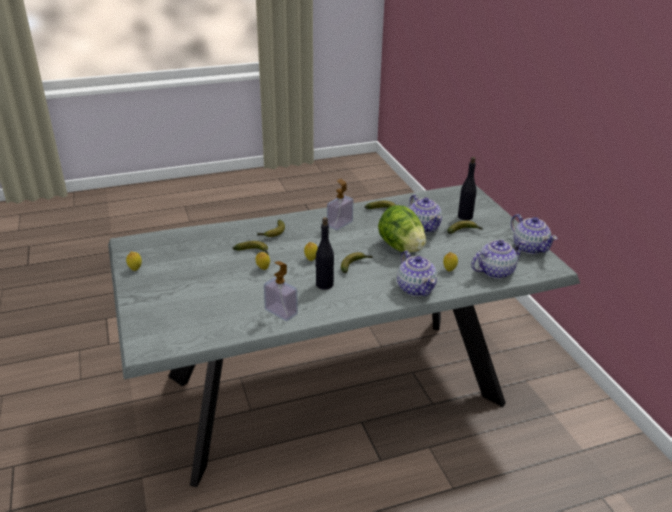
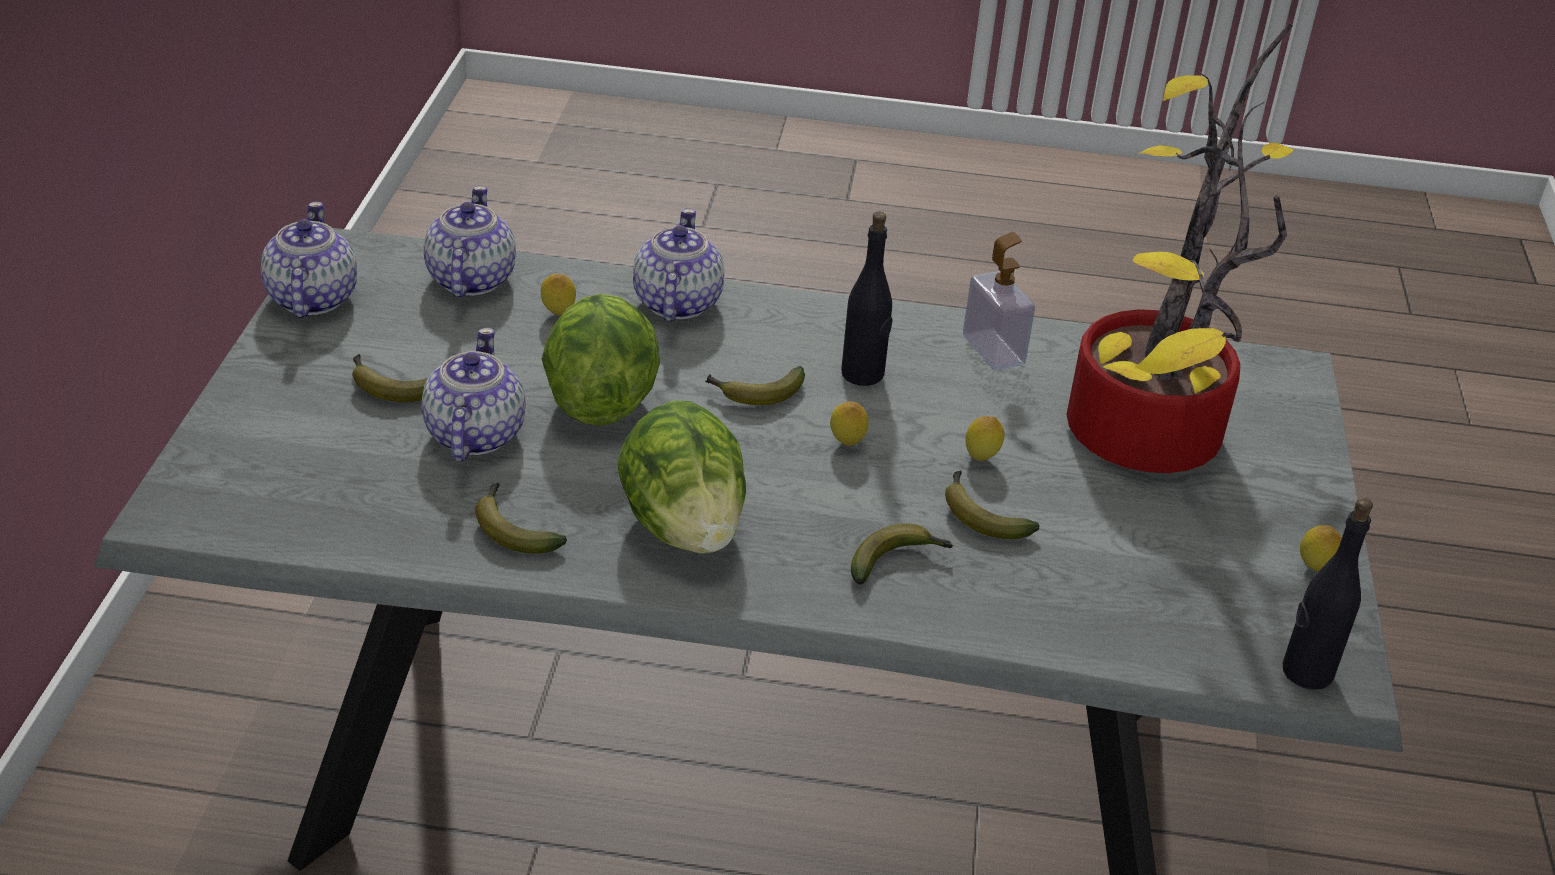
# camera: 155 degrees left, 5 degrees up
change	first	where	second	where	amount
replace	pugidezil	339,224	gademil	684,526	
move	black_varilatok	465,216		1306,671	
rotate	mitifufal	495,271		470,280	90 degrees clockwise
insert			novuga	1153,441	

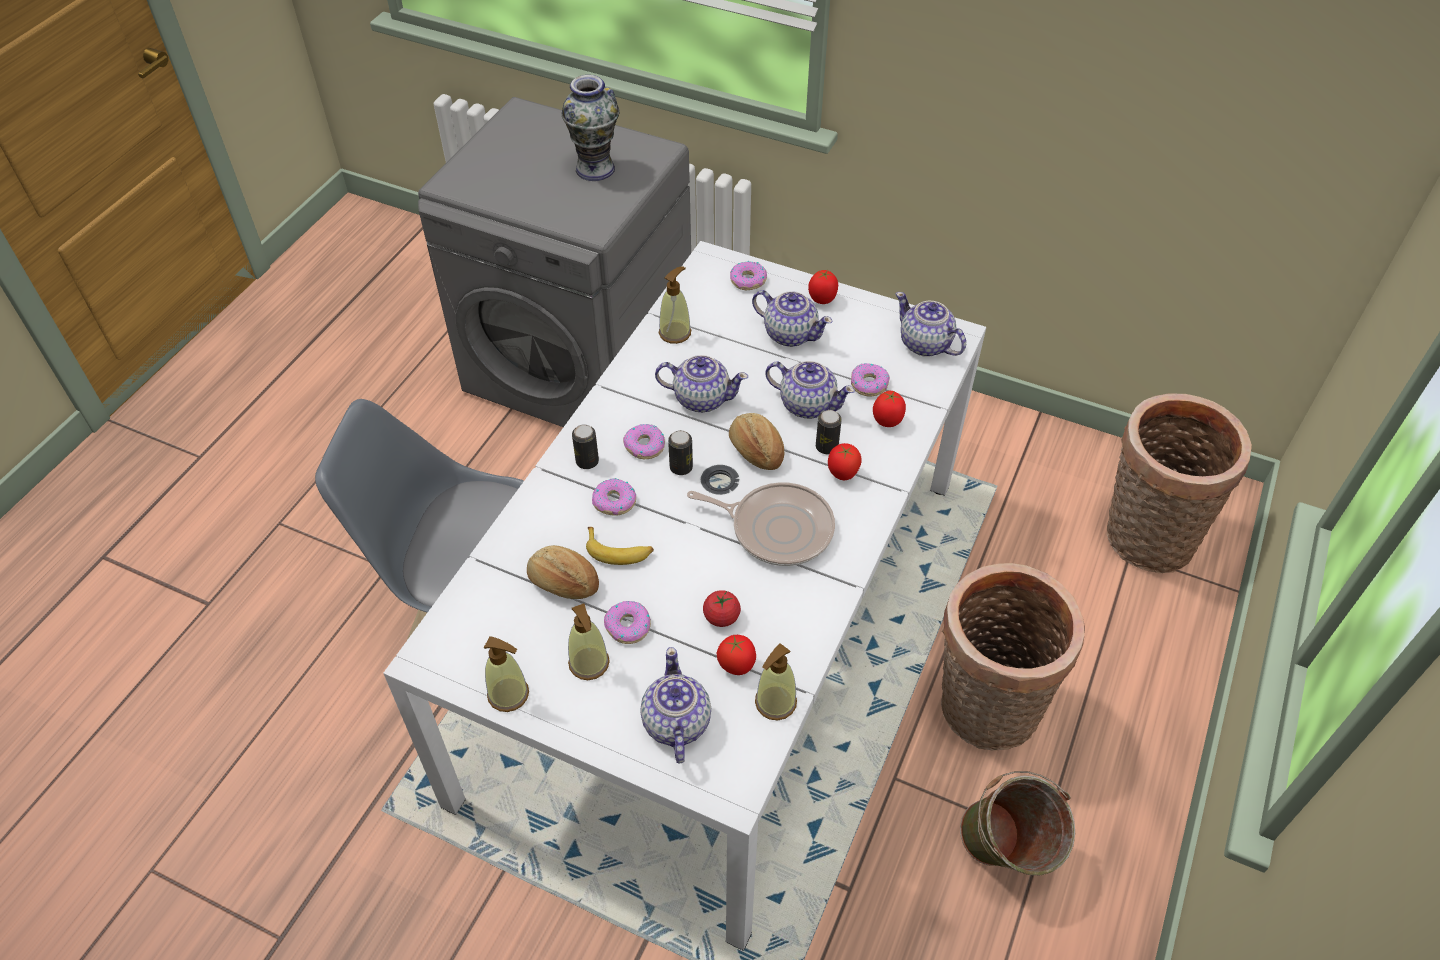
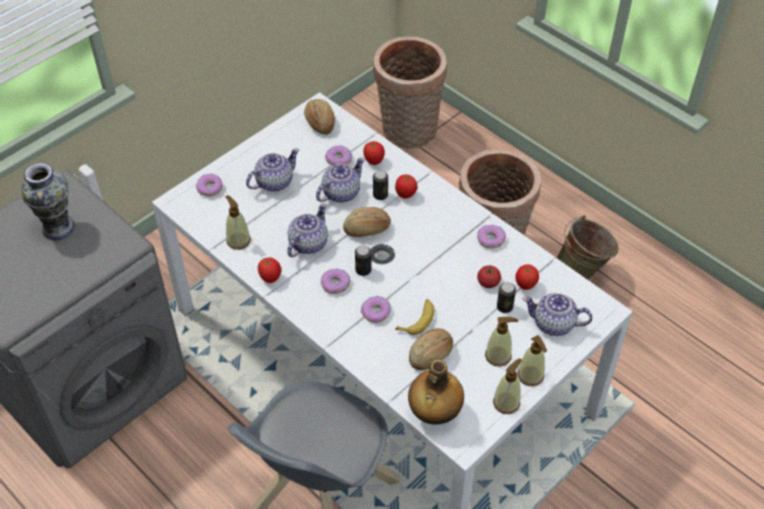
# camera: 70 degrees left, 0 degrees up
change	first	where	second	where	amount
move	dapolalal	587,461		504,307	
move	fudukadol	628,626		491,239	
delete	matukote	777,528			
move	pugidezil	775,702		530,375	
move	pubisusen	822,300		270,278	
replace	mitifufal	925,344	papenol	319,123	
insert			varilatok	434,413	

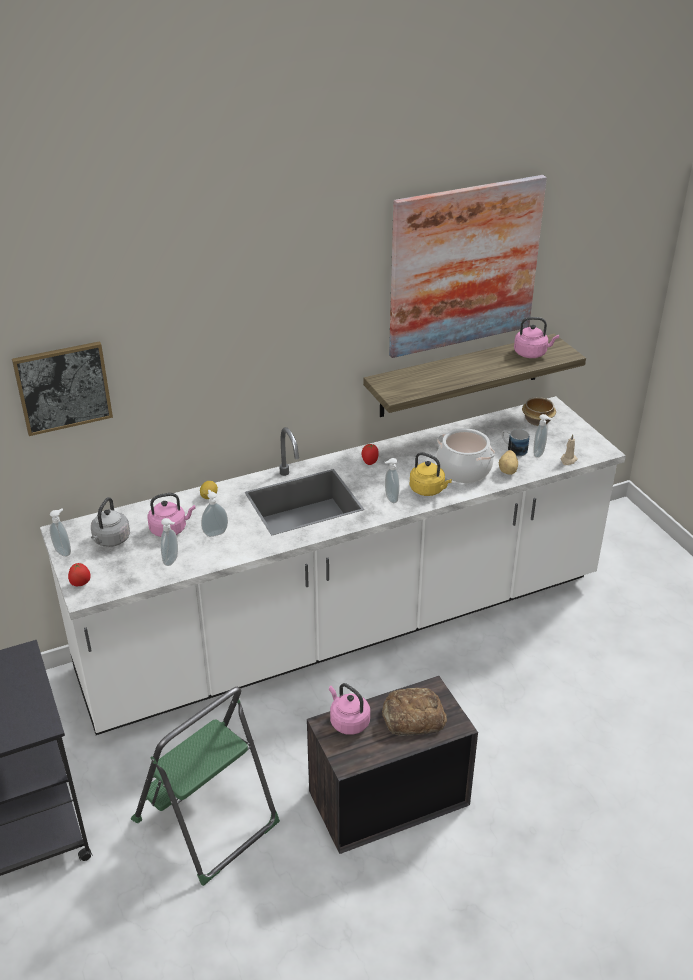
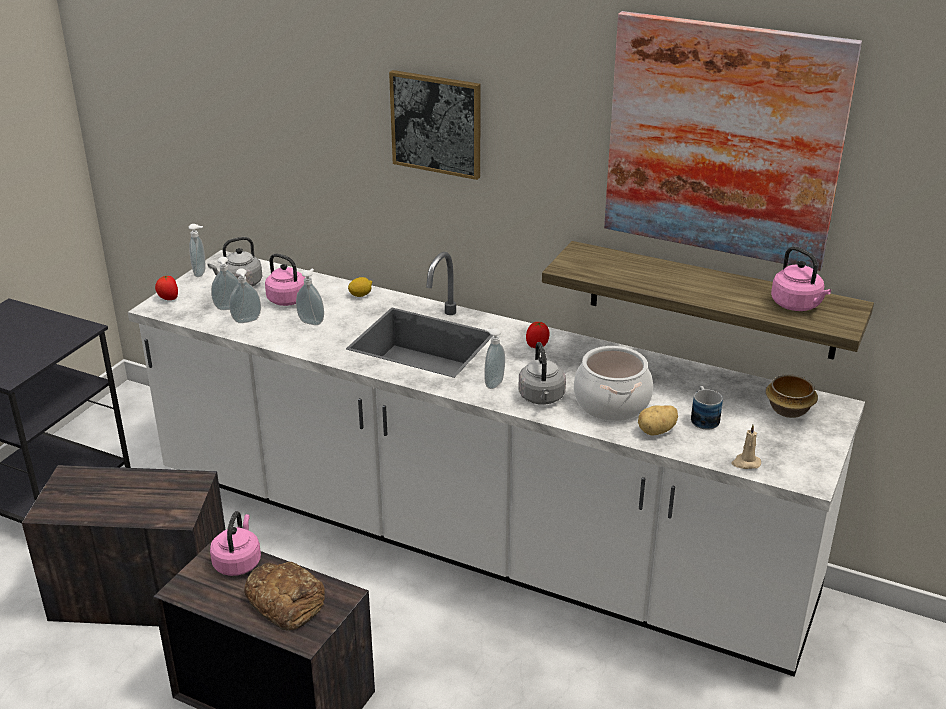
# camera: 50 degrees right, 5 degrees down
change	first	where	second	where	amount
move	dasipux	63,387		436,124	
replace	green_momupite	208,824	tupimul	138,593	
recolor	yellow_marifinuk	428,490	grey_marifinuk	542,398	
move	pugidezil	539,454		229,309	

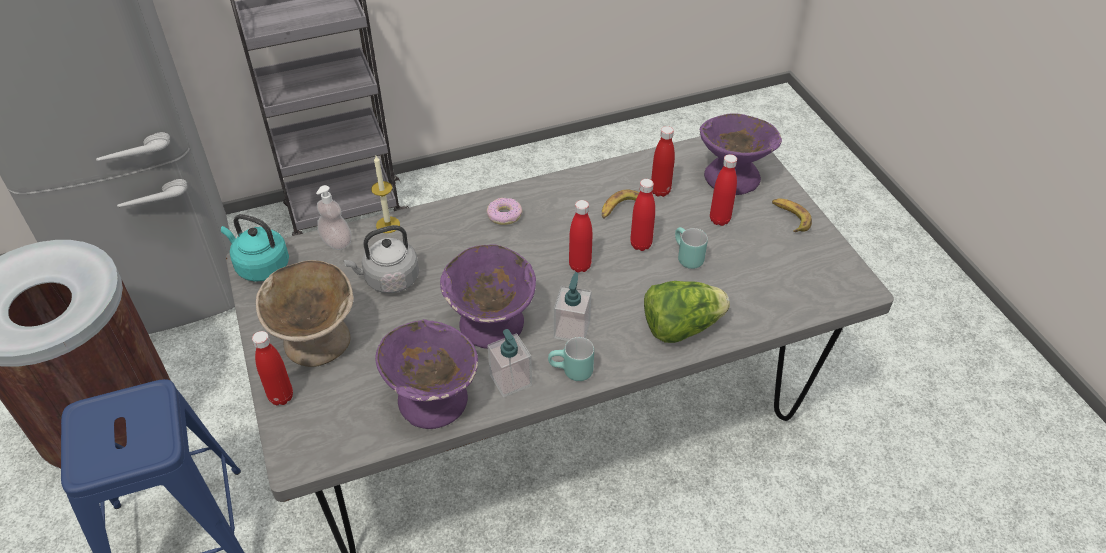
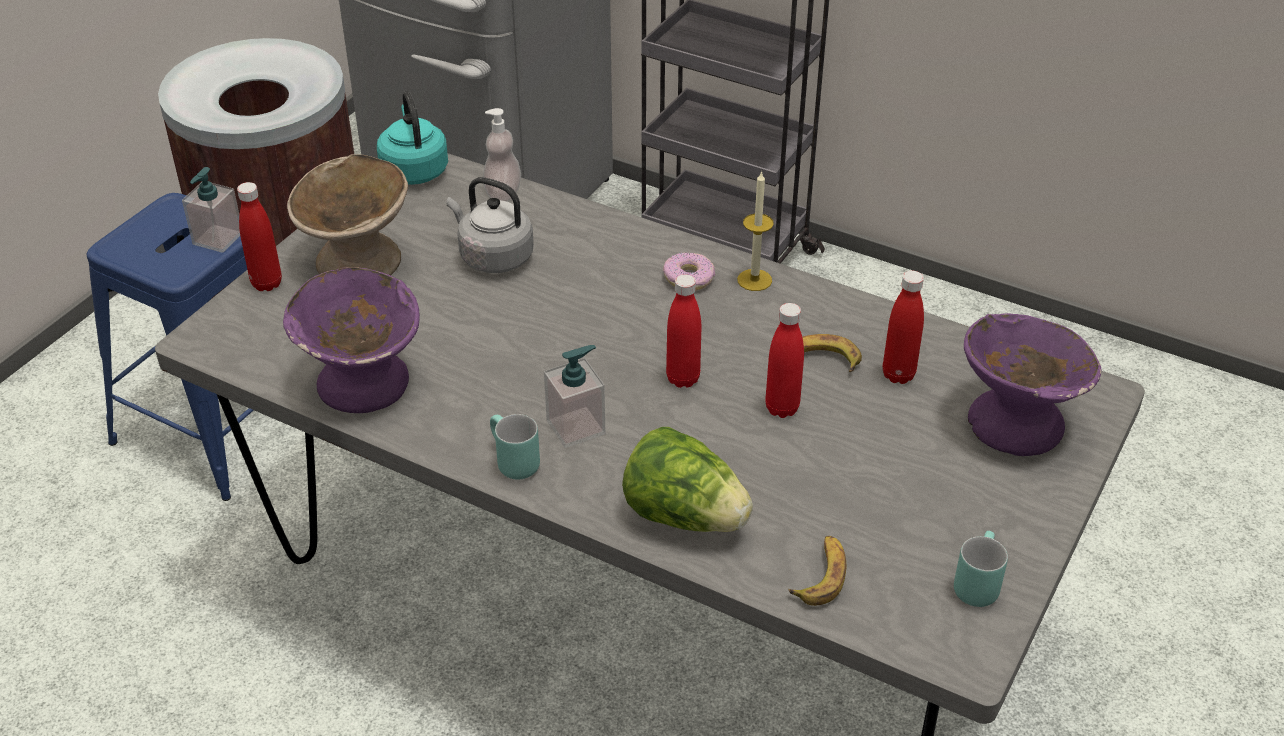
# camera: 50 degrees right, 5 degrees down
change	first	where	second	where	amount
move	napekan	388,225		754,280	
delete	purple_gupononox	491,324			
move	pugidezil	511,380		217,239	
move	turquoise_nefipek	685,257		974,583	
delete	red_varilatok	719,220			
move	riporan	790,218		821,575	

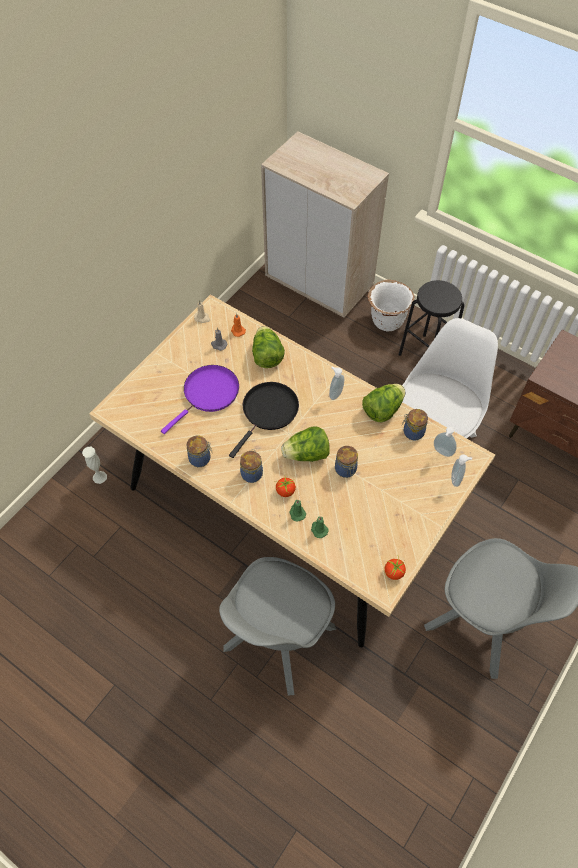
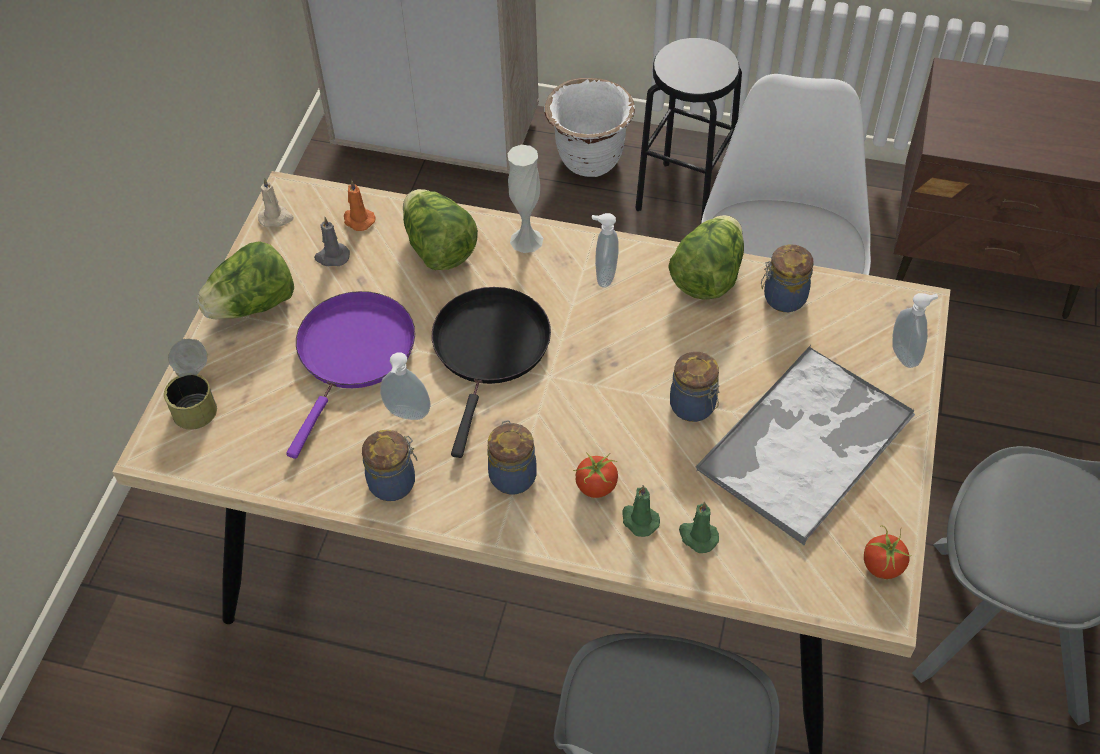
# camera: 20 degrees left, 5 degrees down
change	first	where	second	where	amount
move	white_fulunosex	99,477		526,240	
move	gademil	306,454		253,305	
move	pugidezil	442,452		407,415	
insert			dapolalal	196,399	
insert			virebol	807,442	

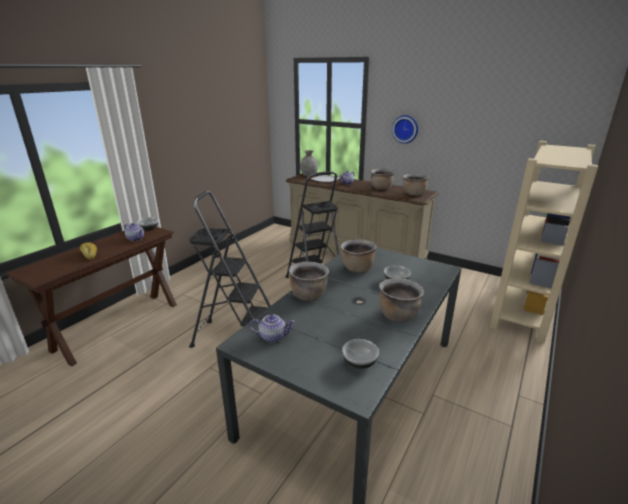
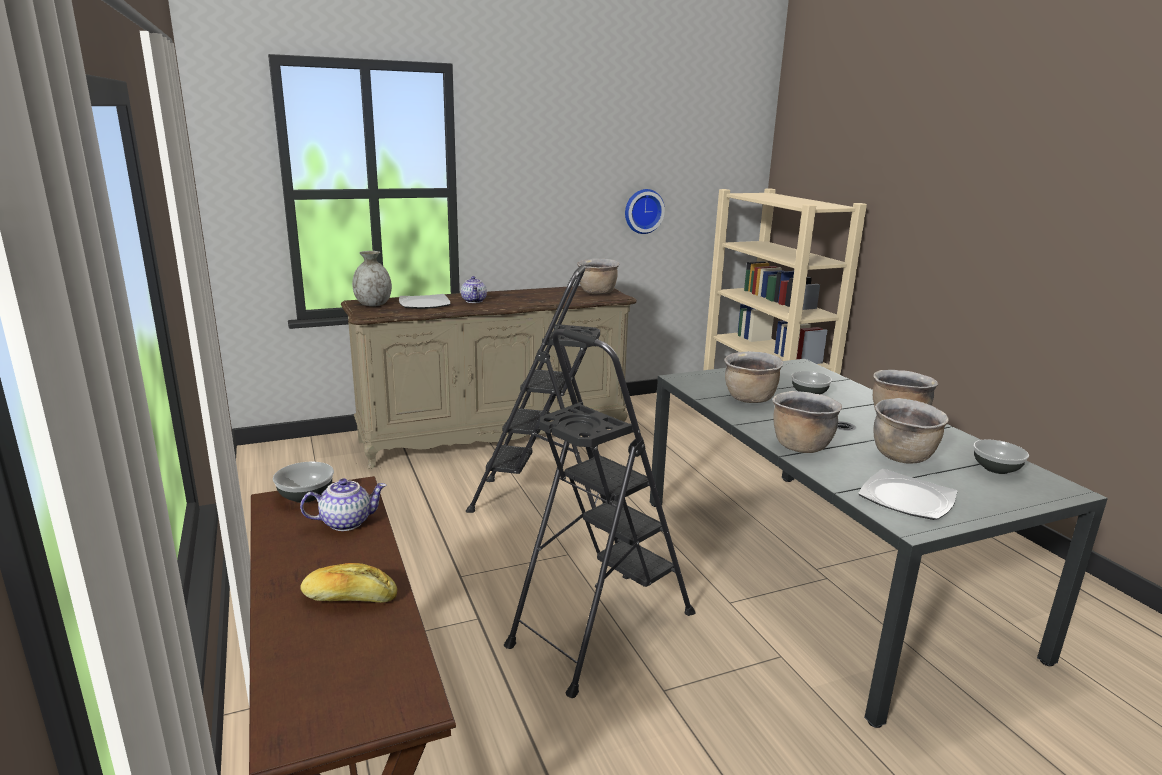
# camera: 55 degrees left, 5 degrees down
change	first	where	second	where	amount
replace	mitifufal	273,336	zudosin	905,498	
move	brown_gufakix	381,188		903,457	
move	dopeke	405,129		643,211	

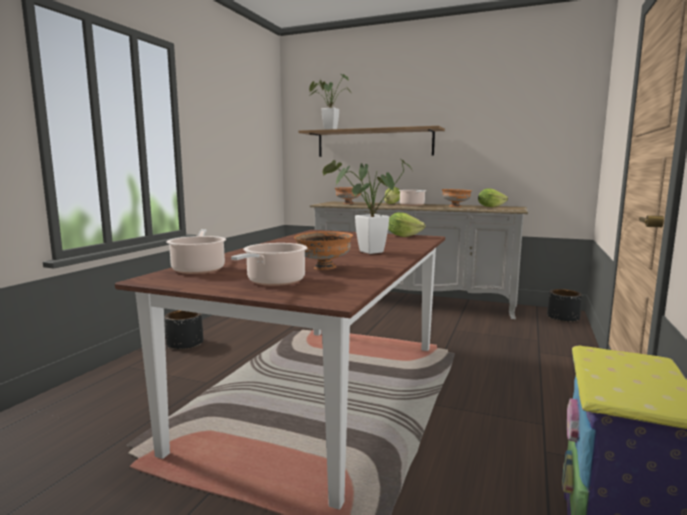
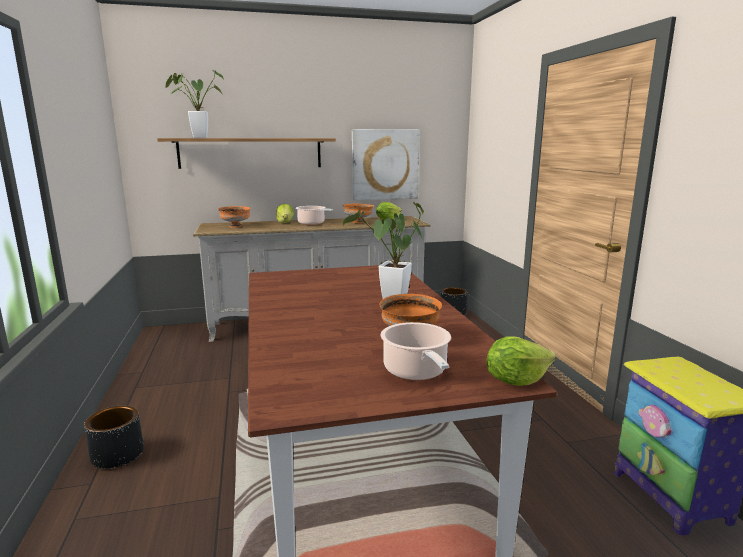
# camera: 35 degrees left, 5 degrees up
change	first	where	second	where	amount
delete	gufakix	199,269			
move	gademil	403,236		516,380	
insert			dasipux	385,164	

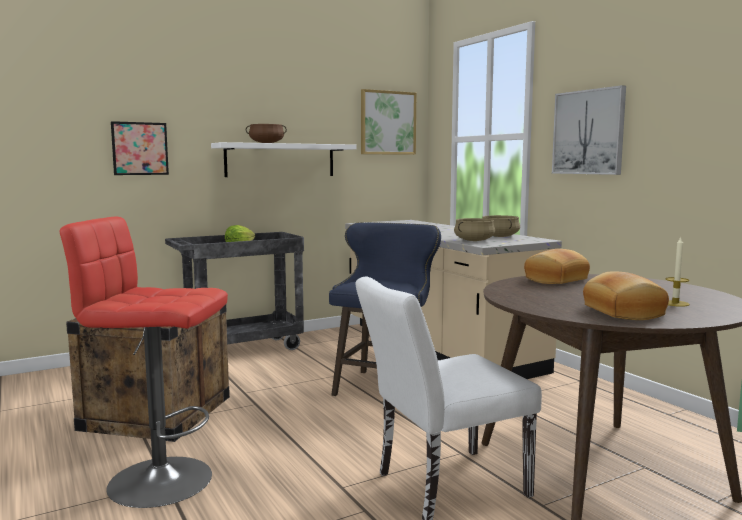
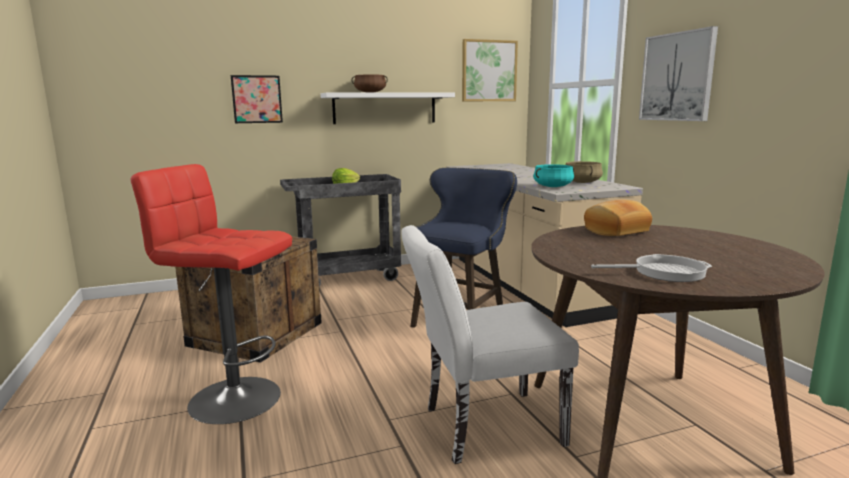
# camera: 10 degrees right, 5 degrees up
change	first	where	second	where	amount
recolor	beige_gufakix	474,240	turquoise_gufakix	553,186	
replace	papenol	621,312	matukote	664,272	
delete	napekan	675,303			

